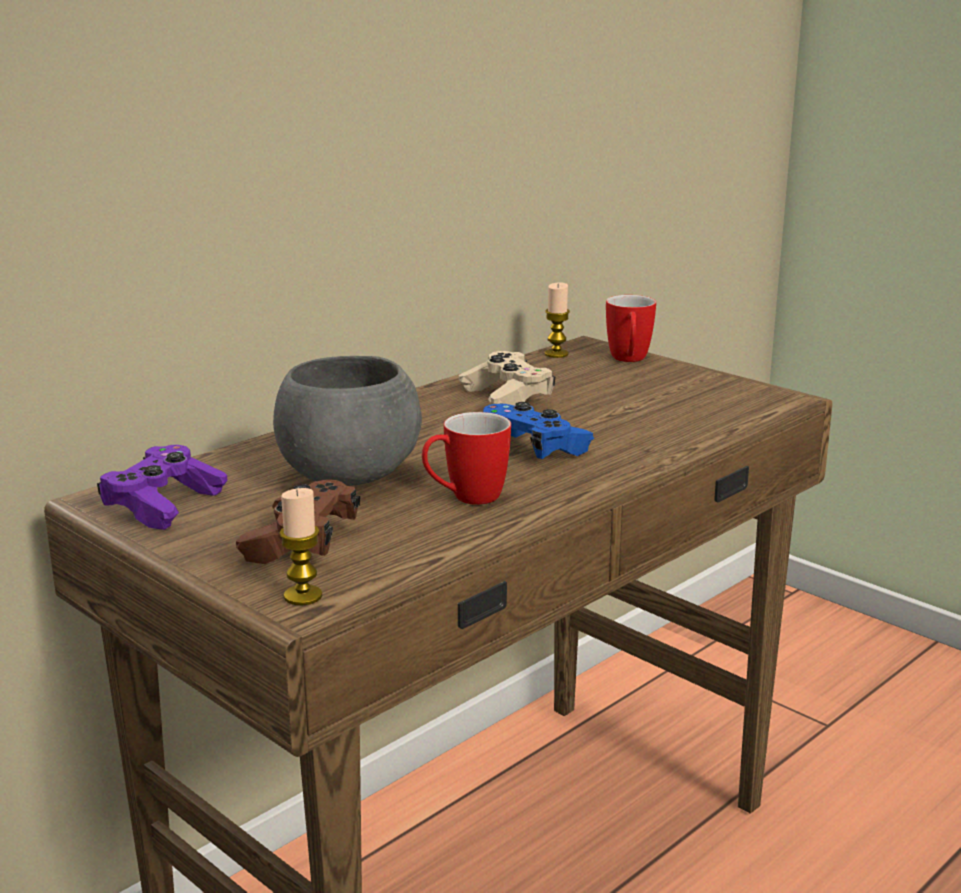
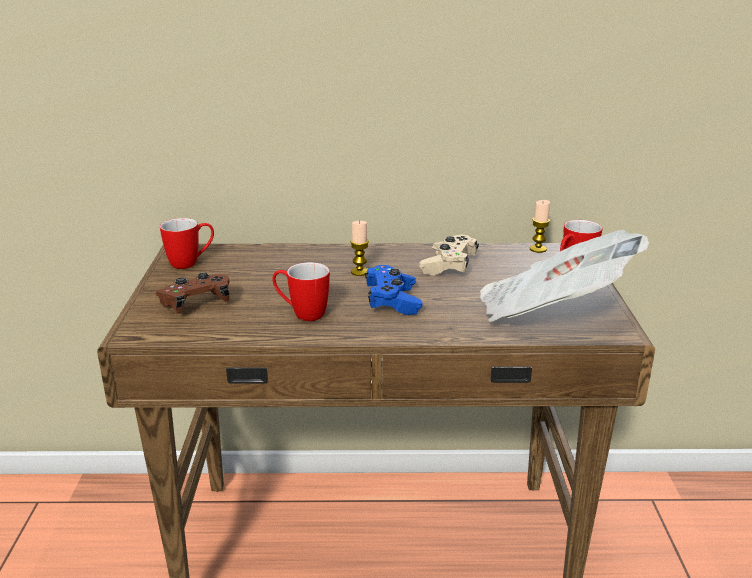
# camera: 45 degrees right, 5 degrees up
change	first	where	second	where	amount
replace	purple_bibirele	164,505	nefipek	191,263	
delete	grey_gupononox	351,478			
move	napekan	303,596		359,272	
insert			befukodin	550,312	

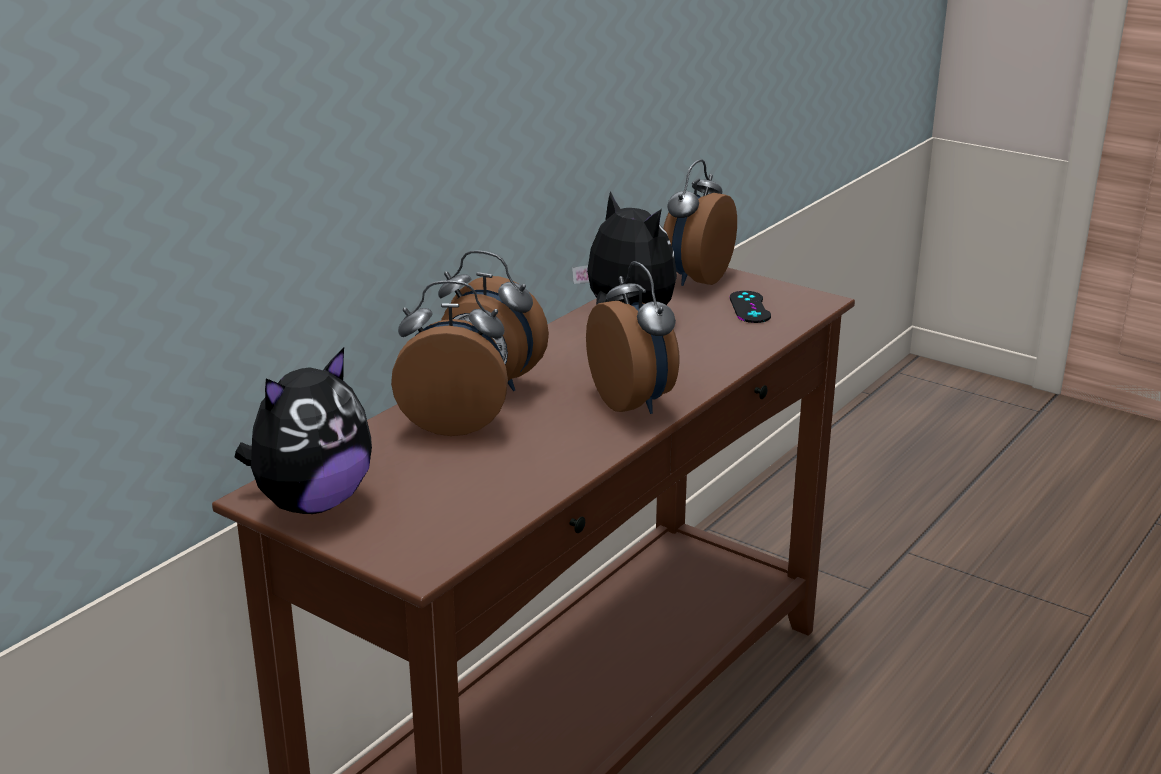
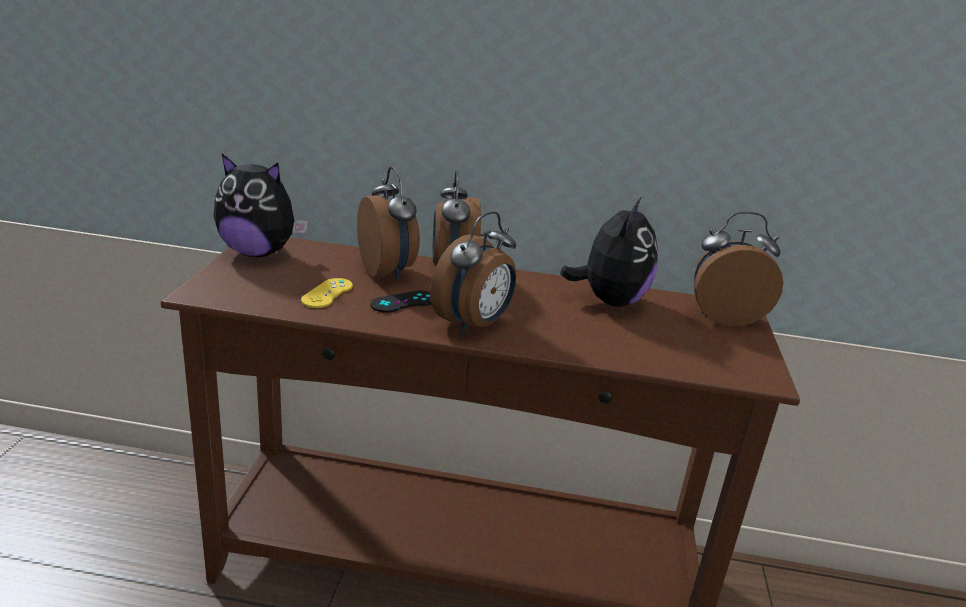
# camera: 60 degrees right, 0 degrees up
change	first	where	second	where	amount
move	black_bibirele	749,307		403,302	
insert			yellow_bibirele	327,293	

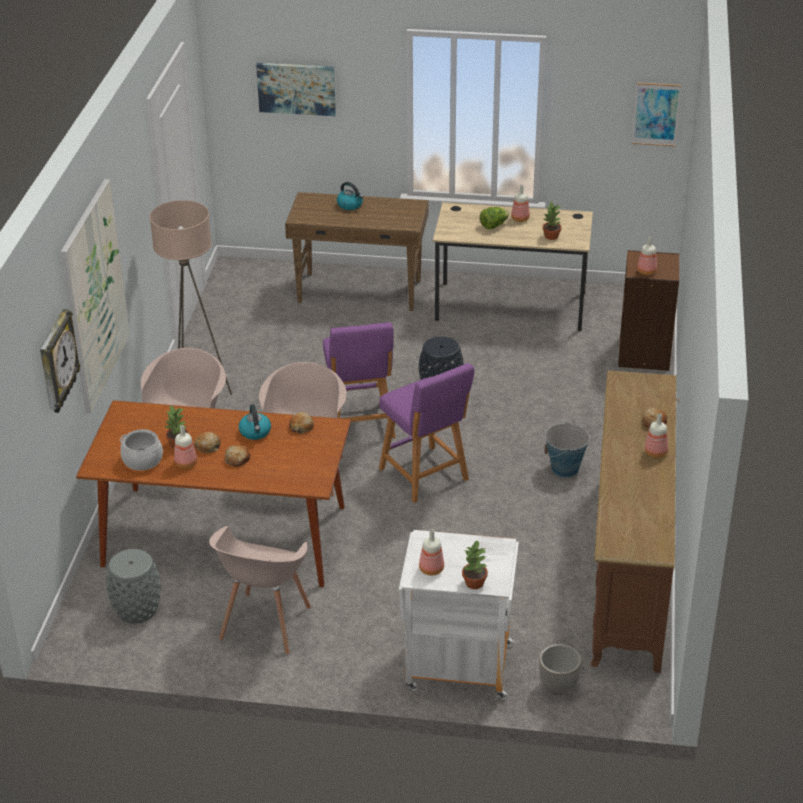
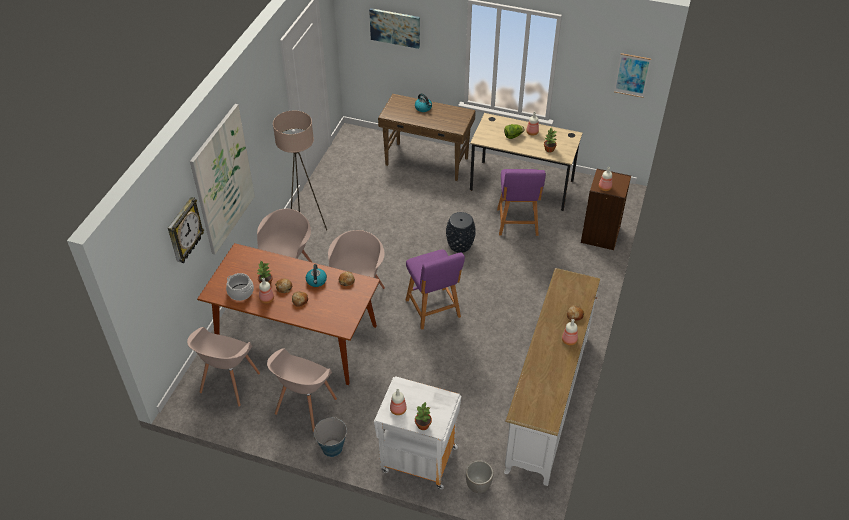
# camera: 10 degrees right, 10 degrees up
change	first	where	second	where	amount
replace	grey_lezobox	137,610	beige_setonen	230,383	
move	purple_lezobox	360,425		517,224	
move	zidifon	565,469		332,448	
recolor	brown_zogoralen	627,568	white_zogoralen	547,401	

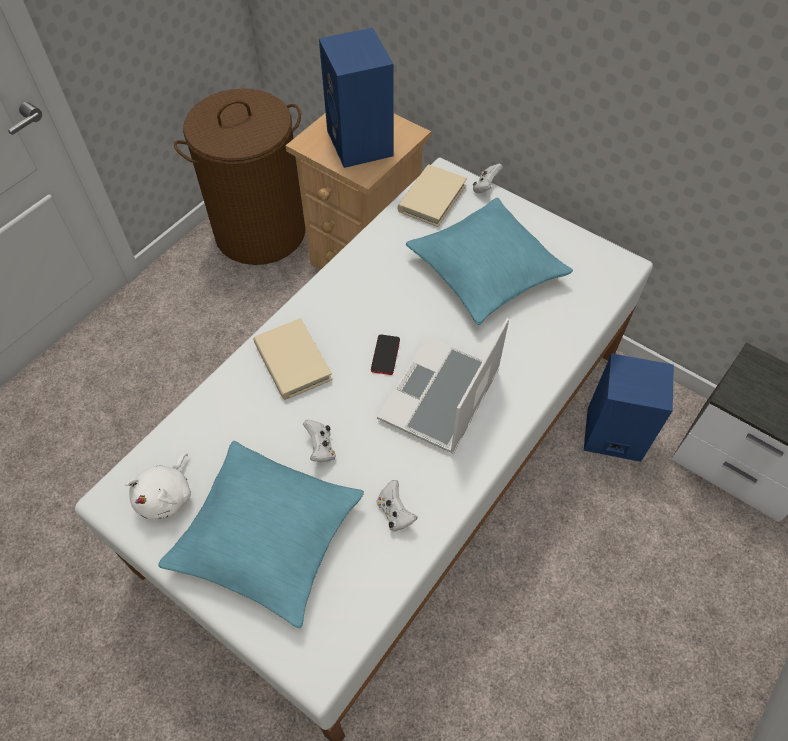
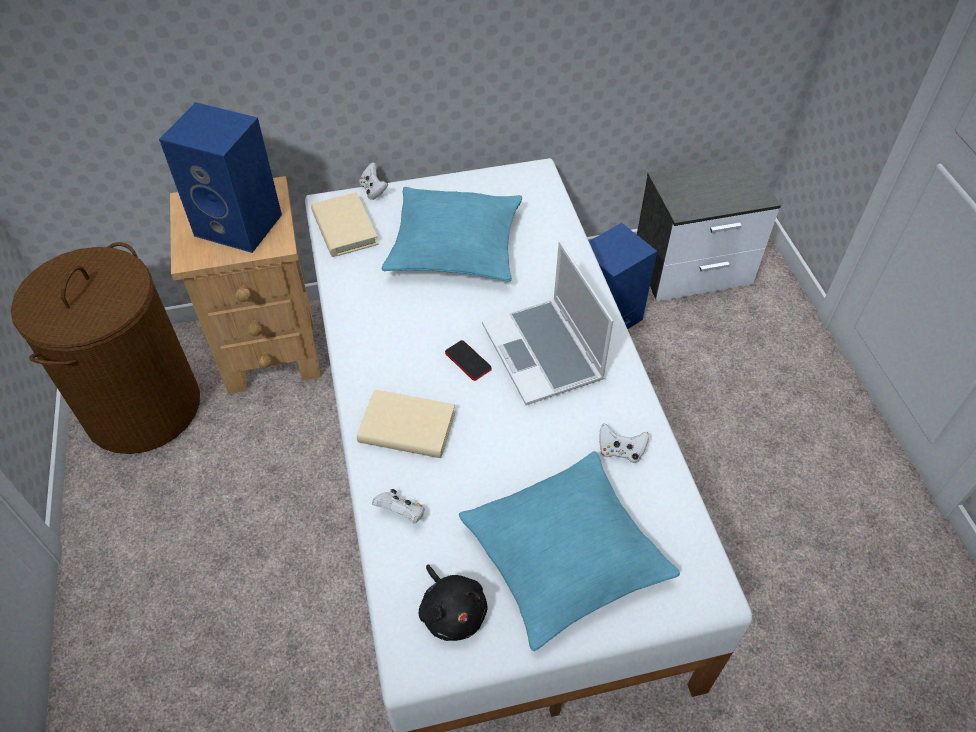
# camera: 50 degrees left, 5 degrees down
change	first	where	second	where	amount
recolor	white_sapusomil	166,495	black_sapusomil	452,611	
move	white_bibirele	321,448		402,513	

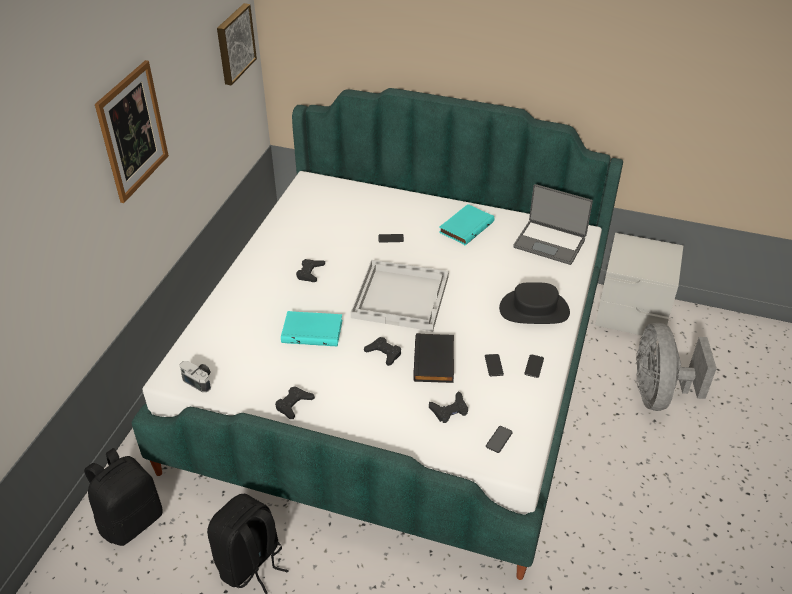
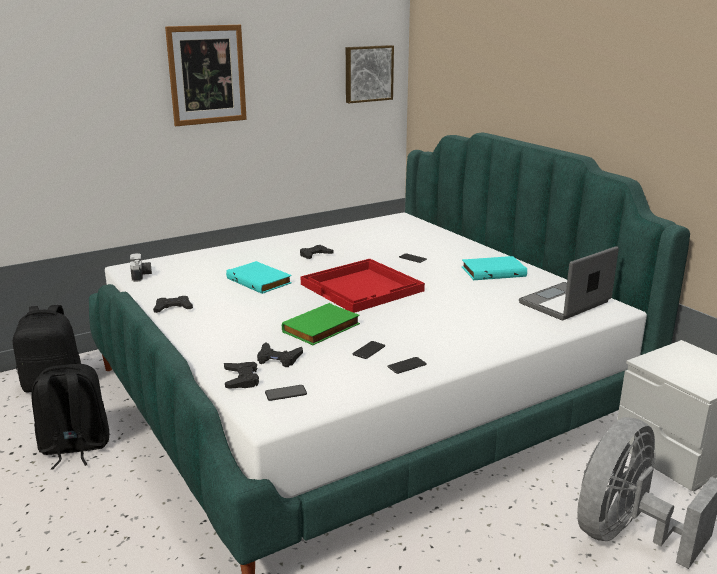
# camera: 40 degrees right, 20 degrees down
change	first	where	second	where	amount
recolor	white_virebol	402,296	red_virebol	363,287	
move	black_bibirele	384,353		241,379	
recolor	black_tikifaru	435,361	green_tikifaru	322,329	
delete	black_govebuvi	534,310			
rotate	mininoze	550,242		566,303	75 degrees clockwise

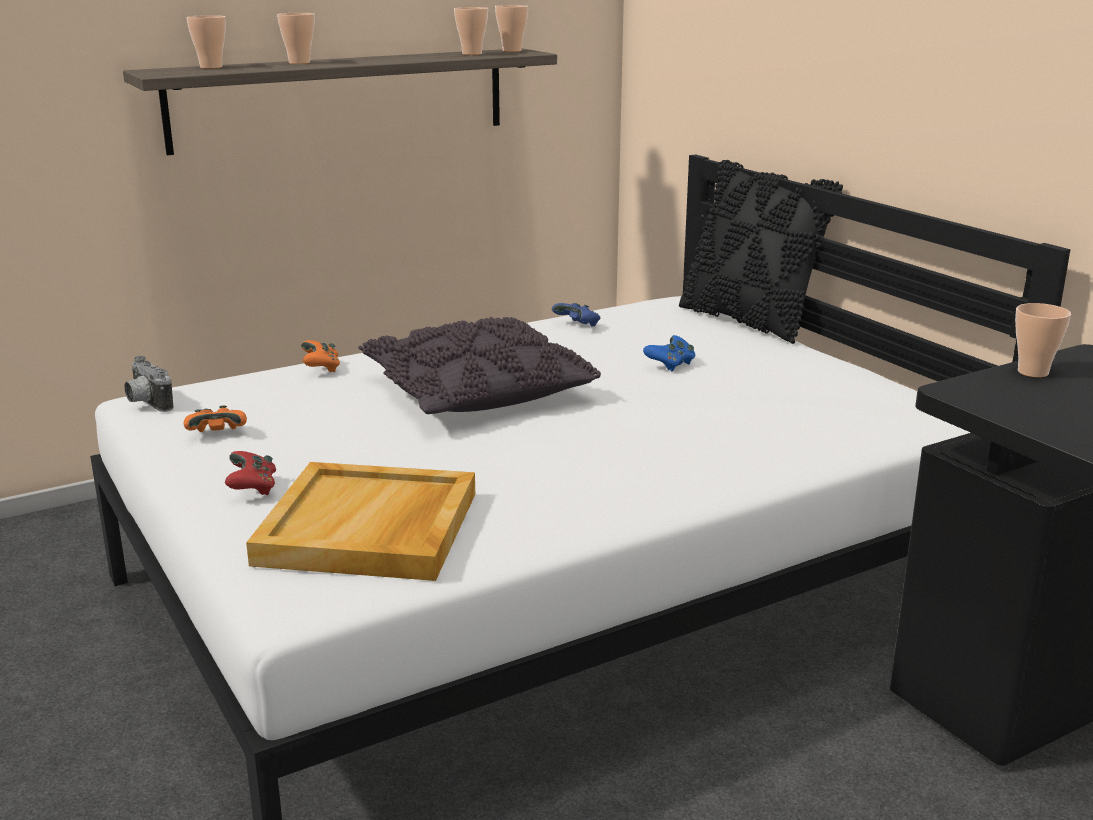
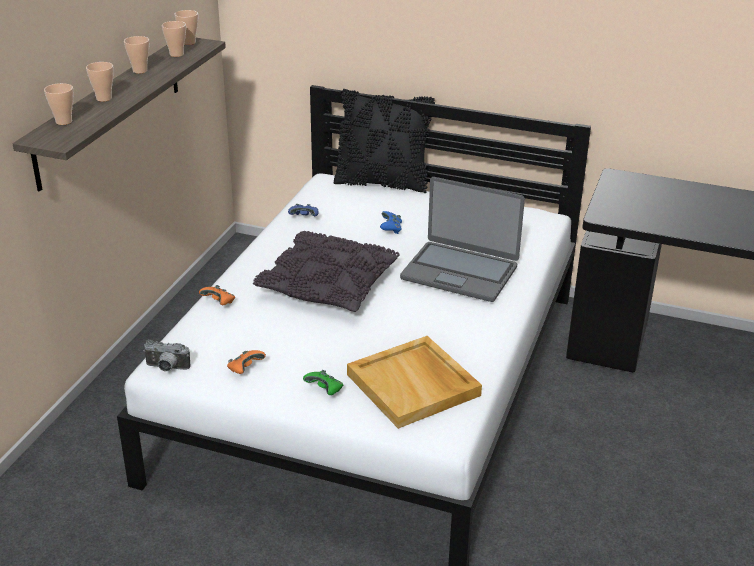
# camera: 40 degrees left, 10 degrees up
change	first	where	second	where	amount
recolor	red_bibirele	252,488	green_bibirele	325,390	
move	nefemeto	1033,372		140,71	
insert			mininoze	460,272	

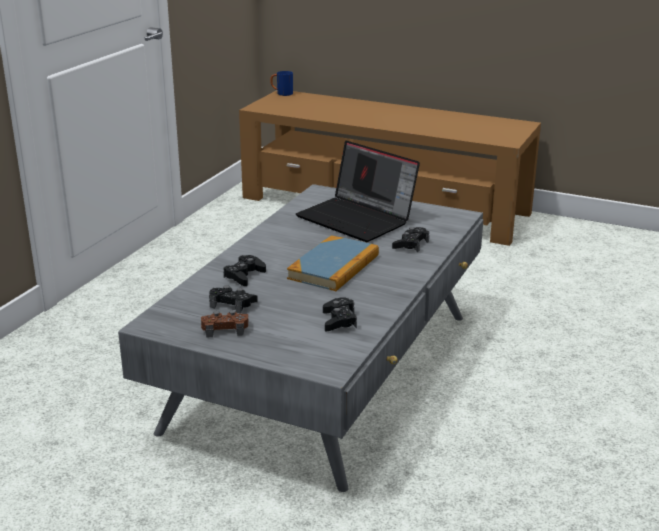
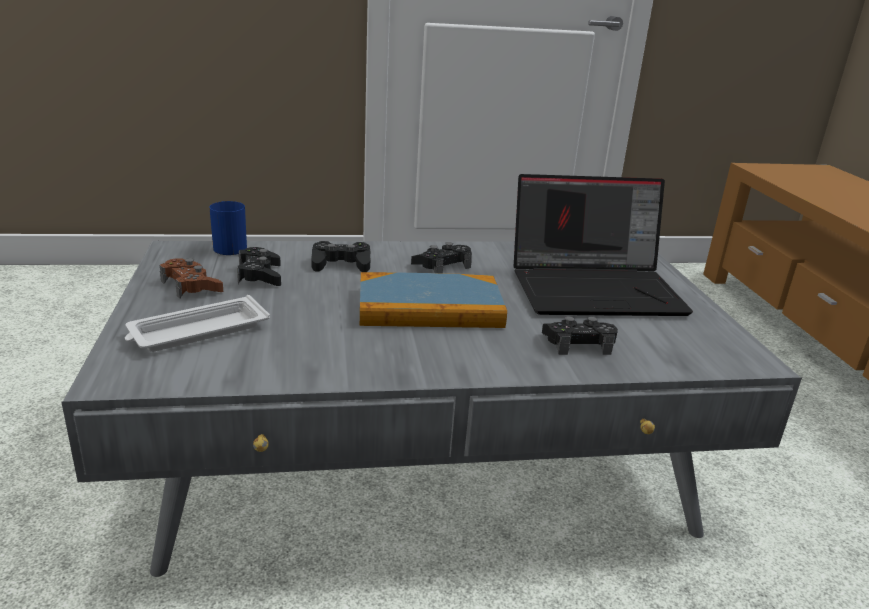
# camera: 55 degrees right, 0 degrees up
change	first	where	second	where	amount
move	blue_nefipek	281,94		229,247	
rotate	mininoze	358,219		596,288	105 degrees counterclockwise
move	black_bibirele	339,321		442,266	
insert			white_virebol	197,332	

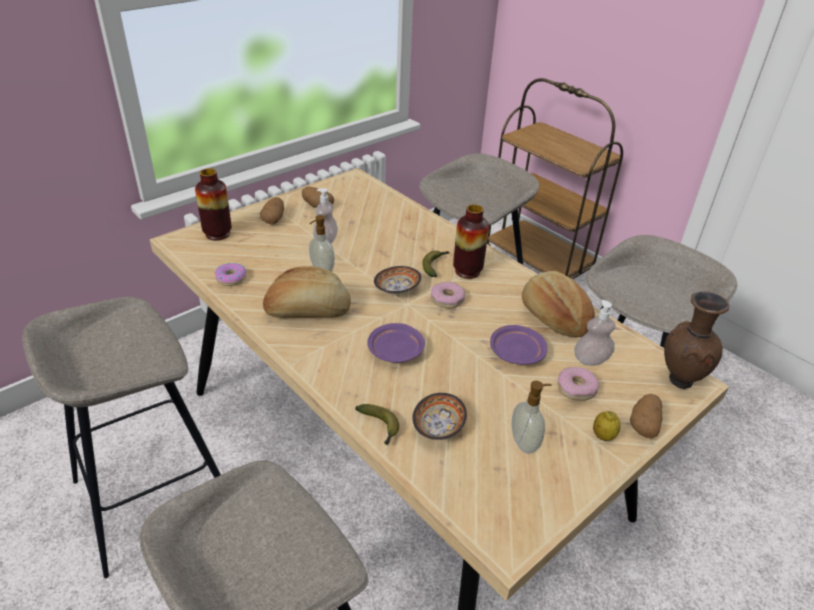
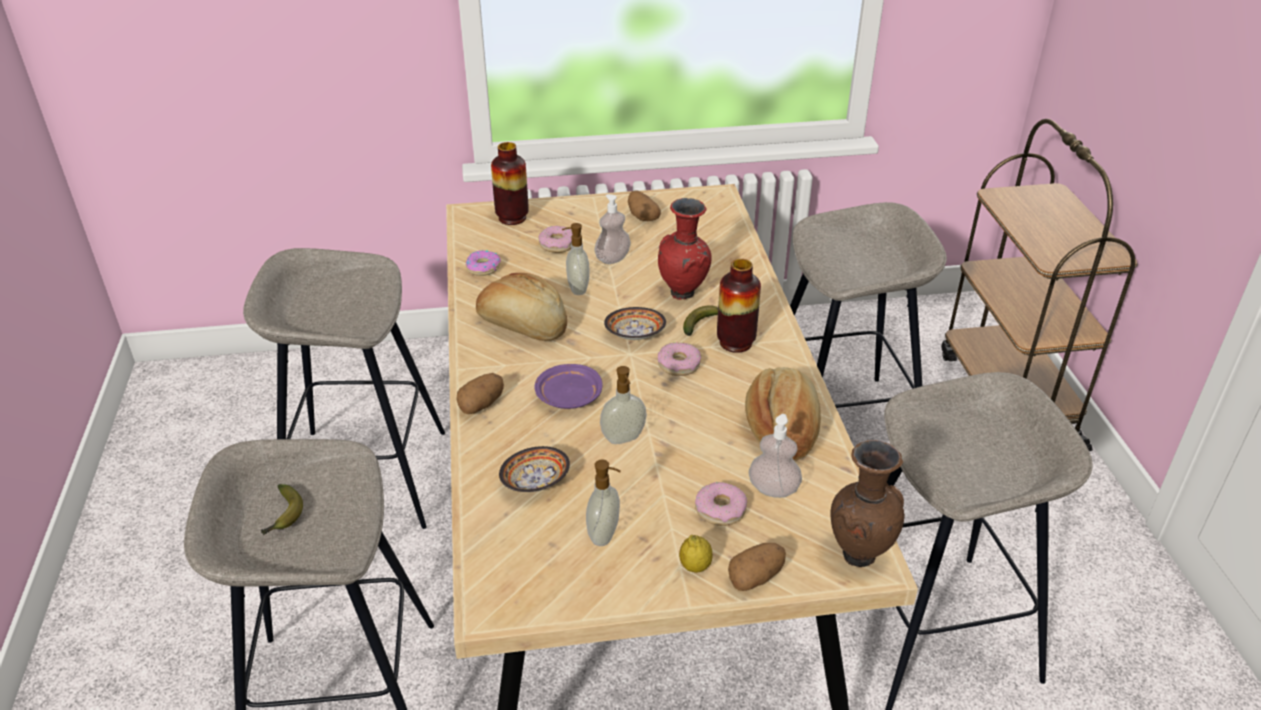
# camera: 35 degrees right, 0 degrees up
change	first	where	second	where	amount
move	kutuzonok	274,219		481,404	
move	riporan	380,427		283,516	
delete	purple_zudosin	516,352			
insert			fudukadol	557,244	
insert			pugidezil	624,439	
insert			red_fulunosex	684,294	

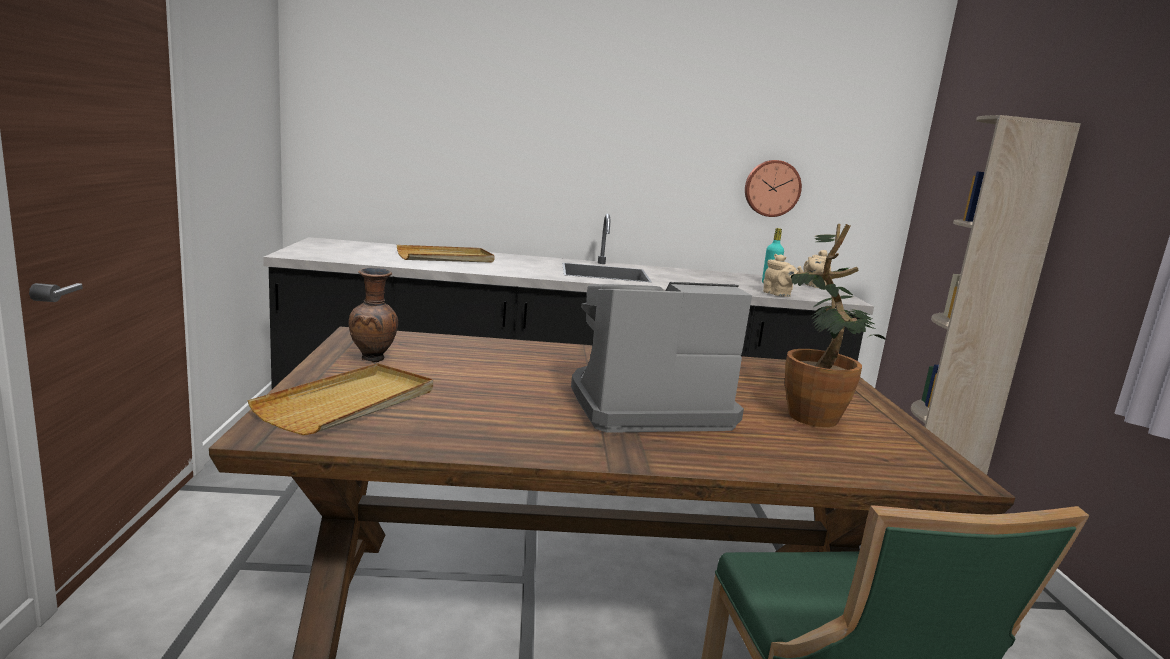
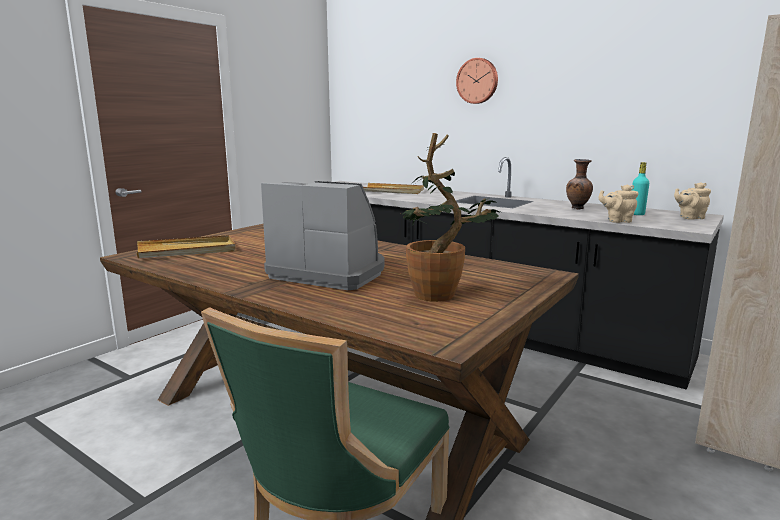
# camera: 40 degrees right, 0 degrees up
change	first	where	second	where	amount
move	brown_fulunosex	373,360		578,208	
move	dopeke	772,188		477,81	
rotate	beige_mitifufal	778,295		617,221	90 degrees clockwise

